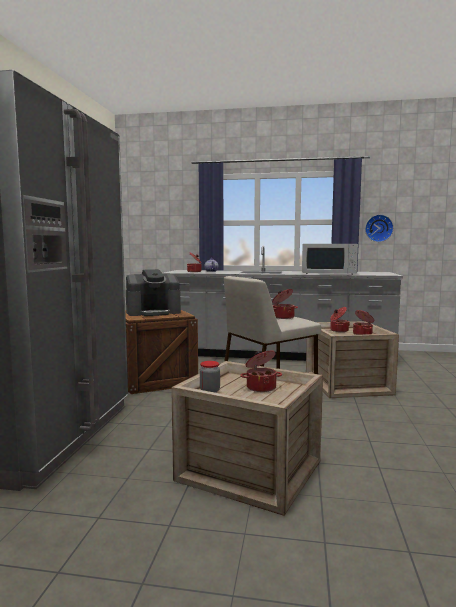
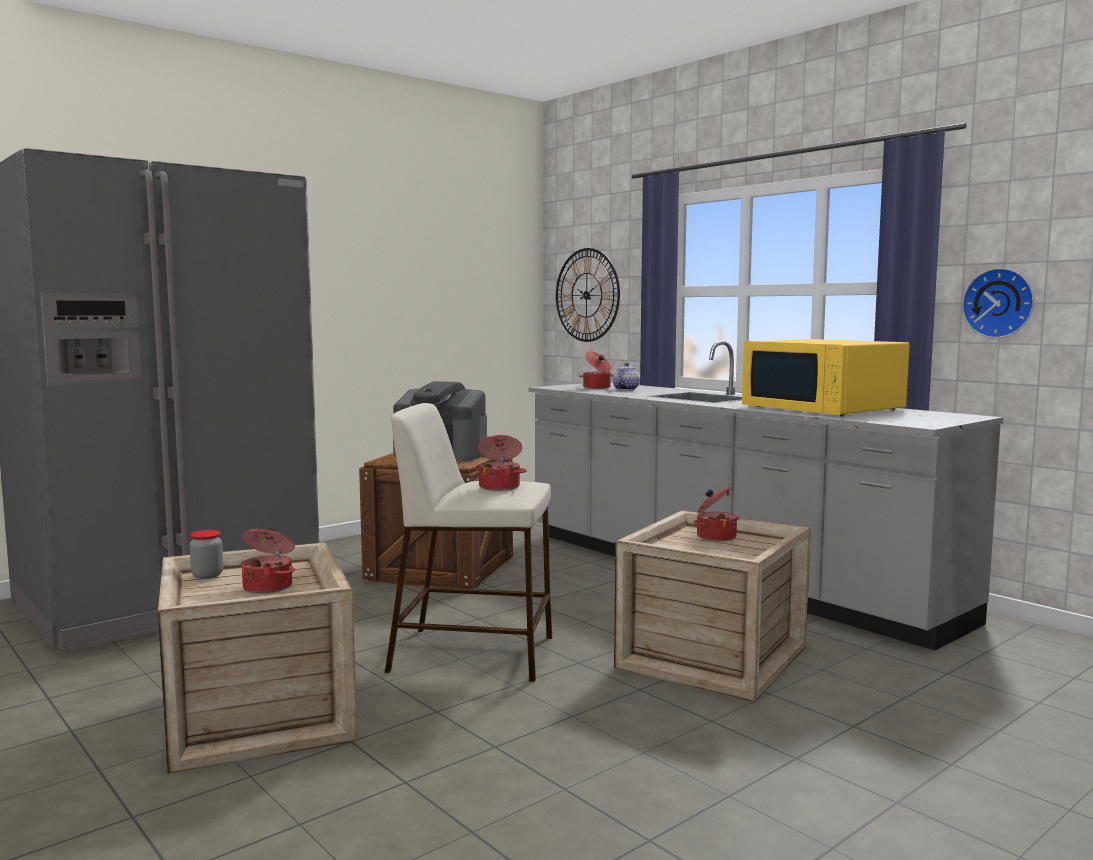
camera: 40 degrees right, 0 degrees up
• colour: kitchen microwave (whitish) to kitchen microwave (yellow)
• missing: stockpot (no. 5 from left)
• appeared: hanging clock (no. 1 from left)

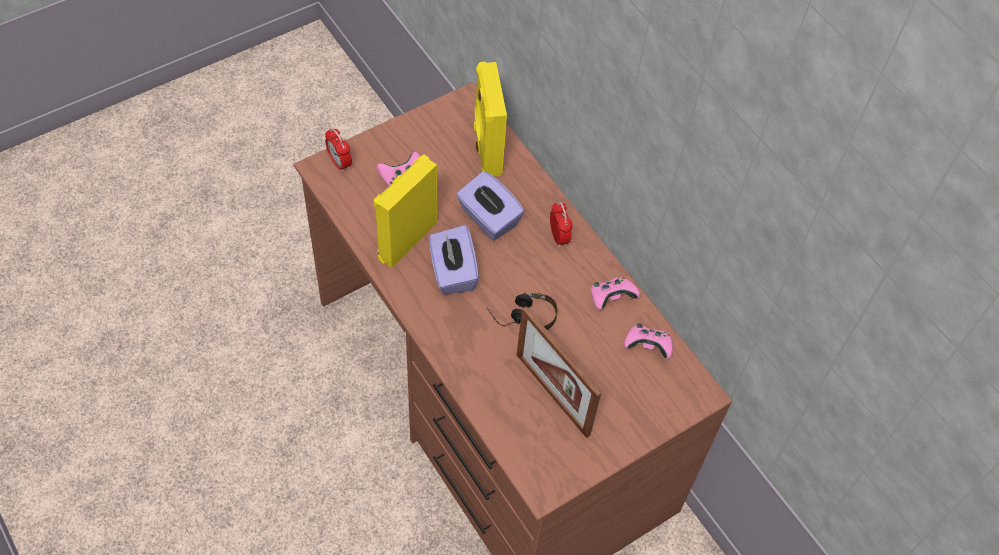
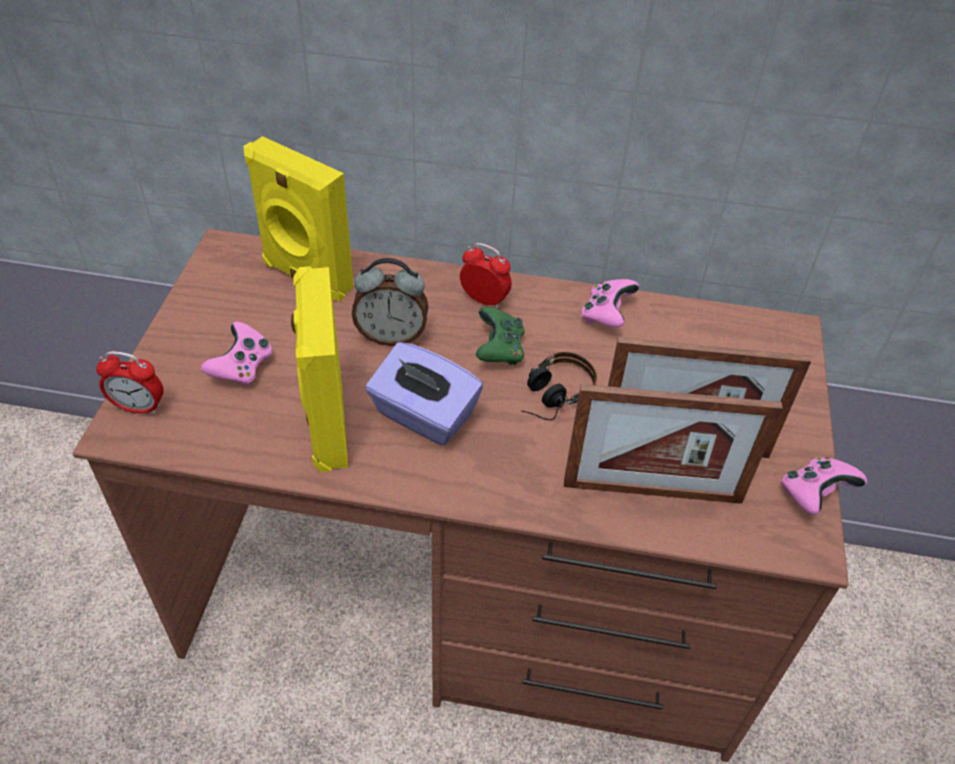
camera: 45 degrees left, 10 degrees down
• exchanged: tissue box (purplish) (no. 2 from left) to alarm clock (no. 2 from left)
• relocated: game controller (pink-coloured) (no. 3 from left)
• appeared: game controller (green)
• appeared: photo frame (no. 1 from left)

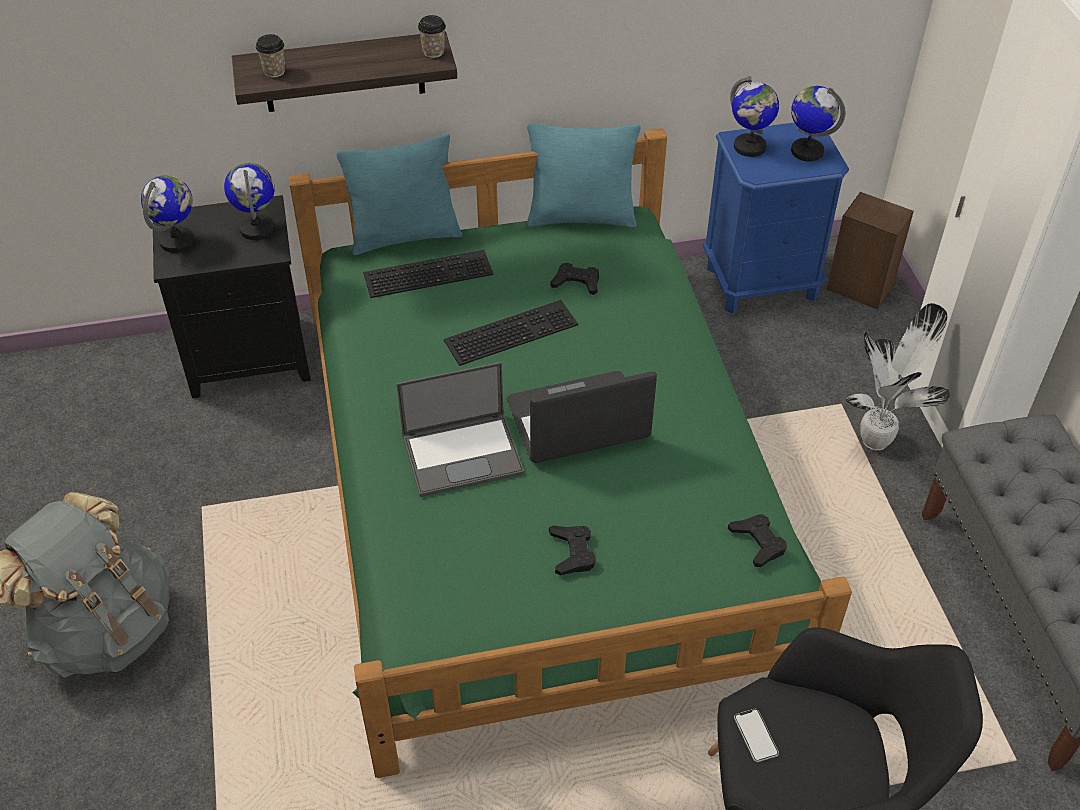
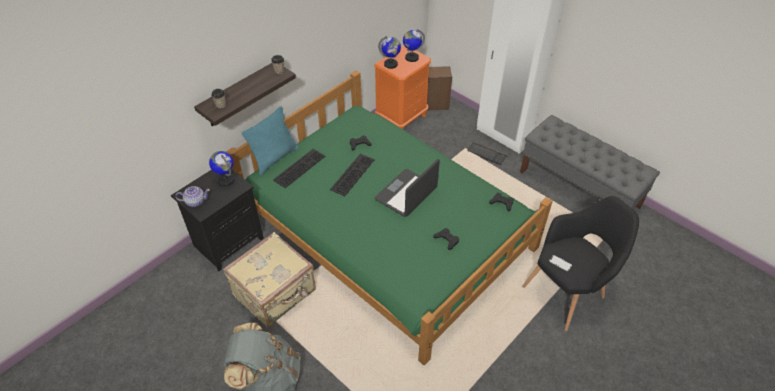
camera: 35 degrees left, 0 degrees up
• exchanged: globe (no. 1 from left) to teapot
• missing: notebook computer (no. 1 from left)
• missing: pillow (turquoise-coloured) (no. 2 from left)
• colour: nightstand (bluish) to nightstand (orange-coloured)
• exchanged: houseplant to computer keyboard (no. 3 from left)
• appeared: travel case (beige)

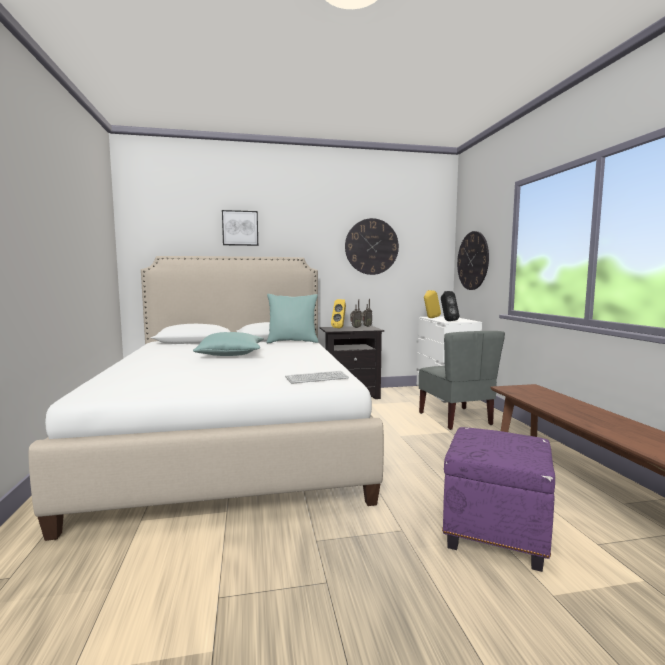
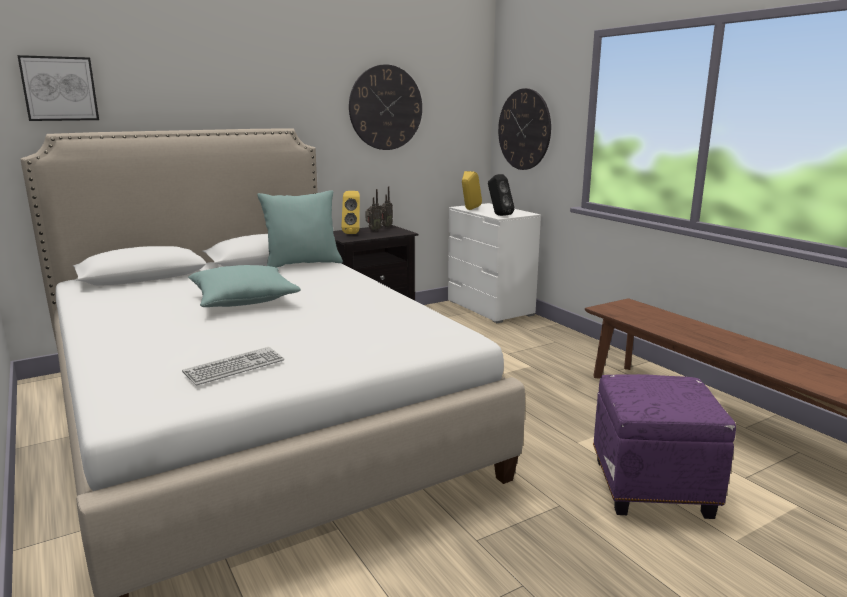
camera: 20 degrees left, 10 degrees up
• relocated: picture
• relocated: computer keyboard
• missing: upright chair (gray)

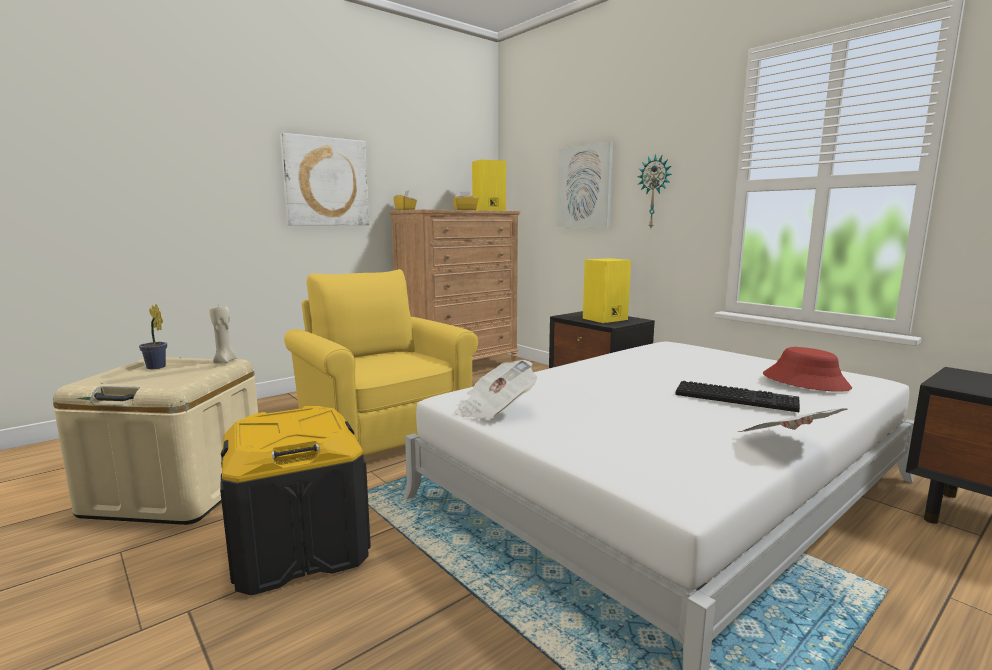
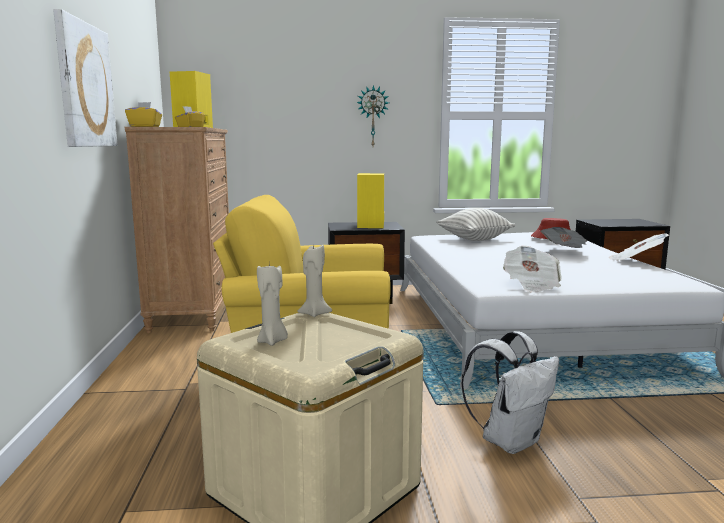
camera: 55 degrees left, 0 degrees up
• exchanged: houseplant to wax light (beige) (no. 1 from left)
• exchanged: storage box (blackish) to knapsack (whitish)
• missing: picture (no. 2 from left)
• exchanged: computer keyboard to newspaper (no. 2 from left)
• appeared: pillow

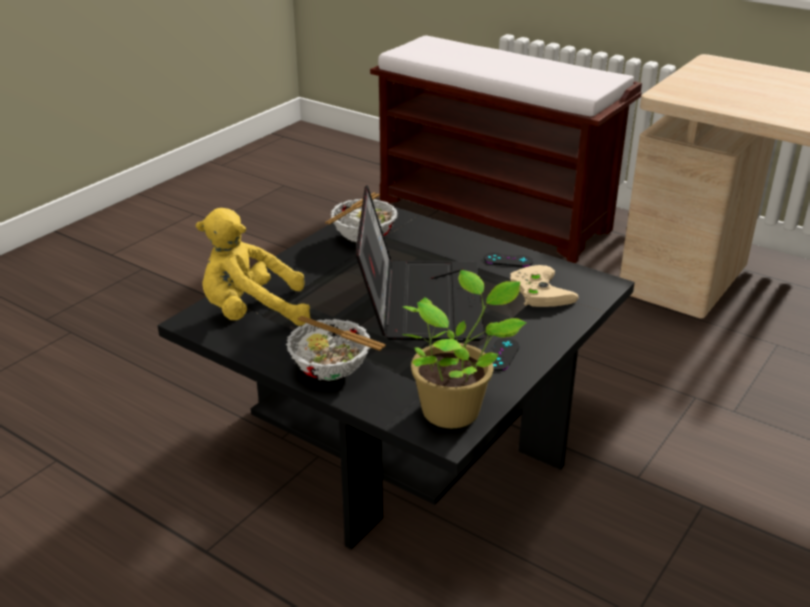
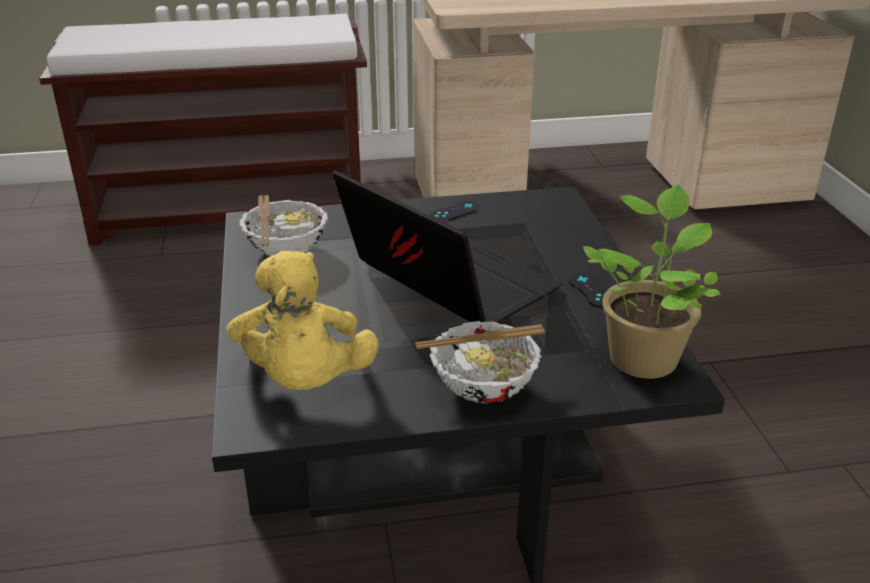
camera: 45 degrees left, 0 degrees up
• spun: cuddly toy (yellow) 45 degrees counterclockwise
• missing: game controller (beige)

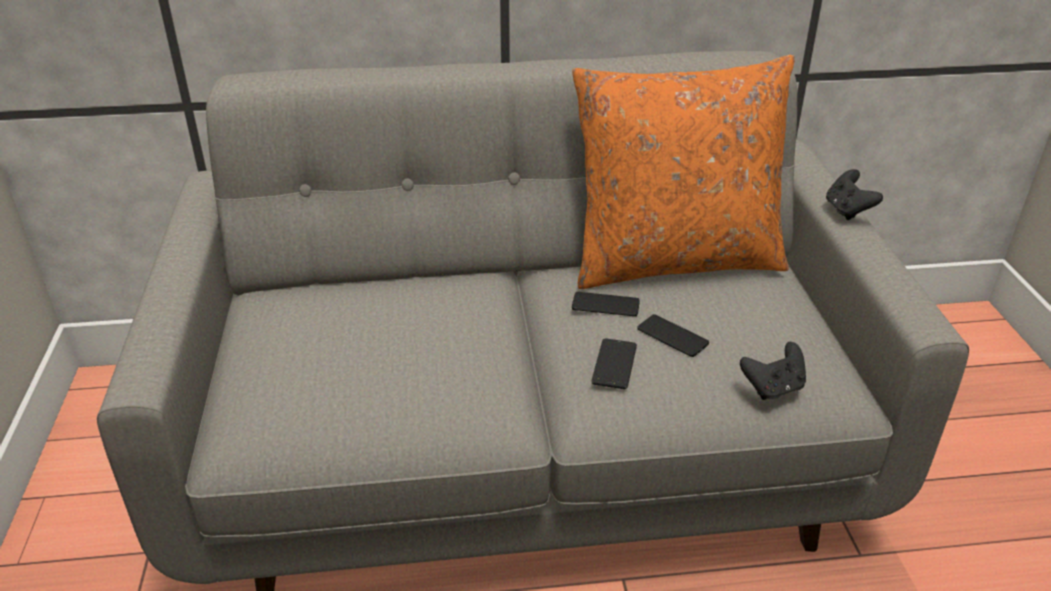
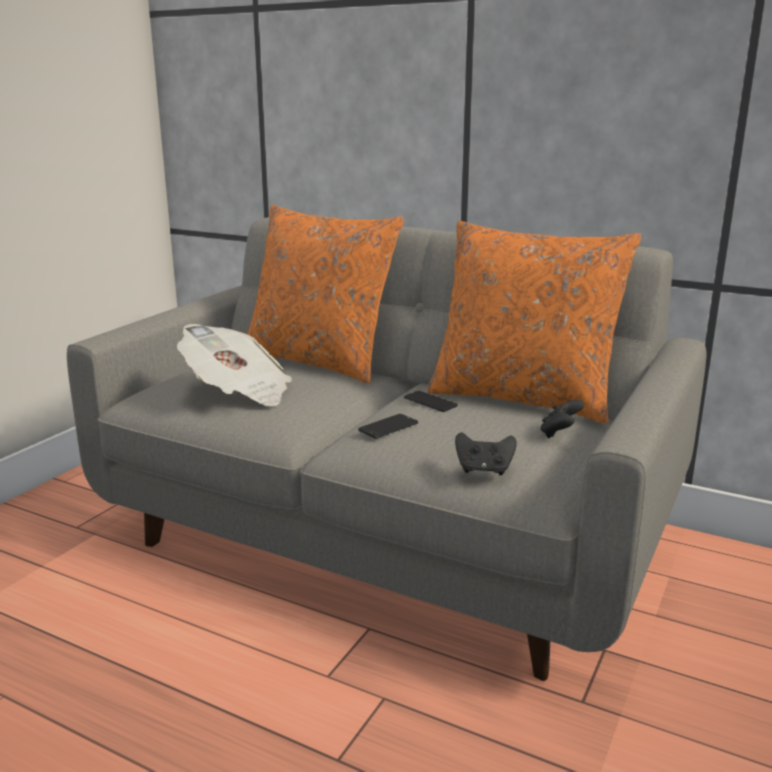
camera: 35 degrees right, 15 degrees down
• missing: handset (no. 3 from left)
• relocated: game controller (blackish) (no. 2 from left)
• appeared: newspaper
• appeared: pillow (orange-coloured) (no. 1 from left)

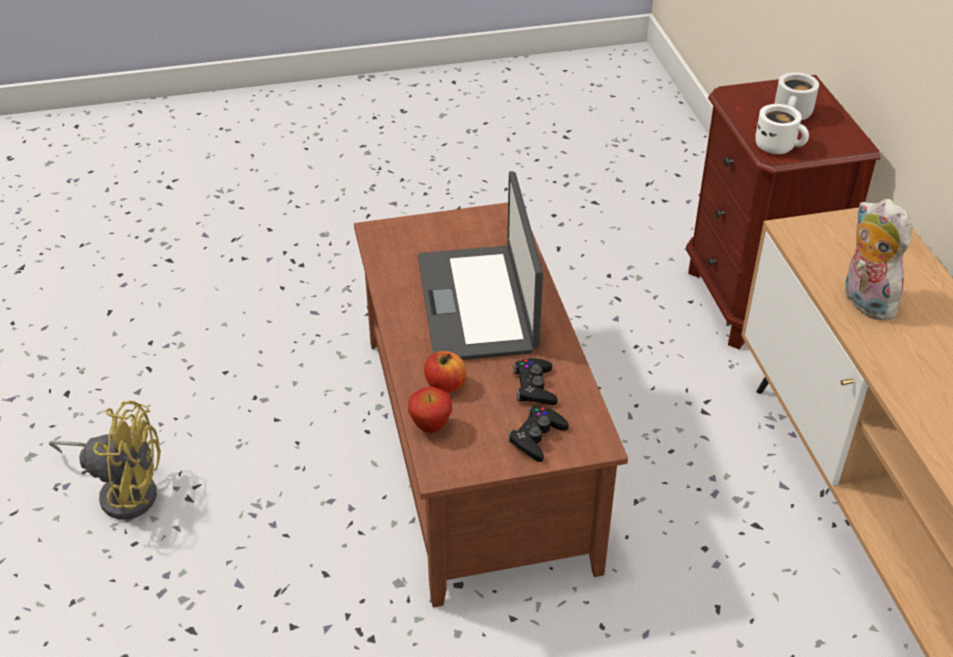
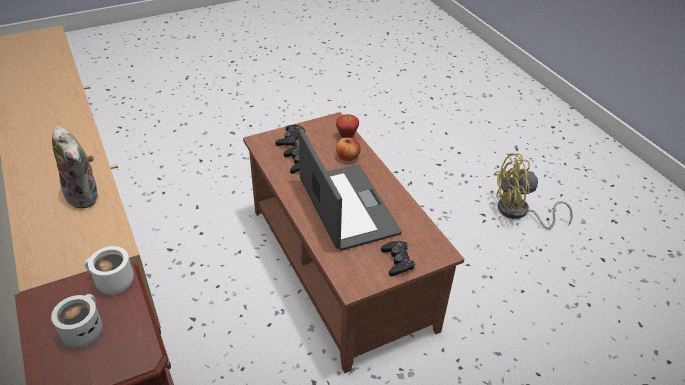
camera: 165 degrees right, 0 degrees up
• appeared: game controller (blackish) (no. 3 from left)

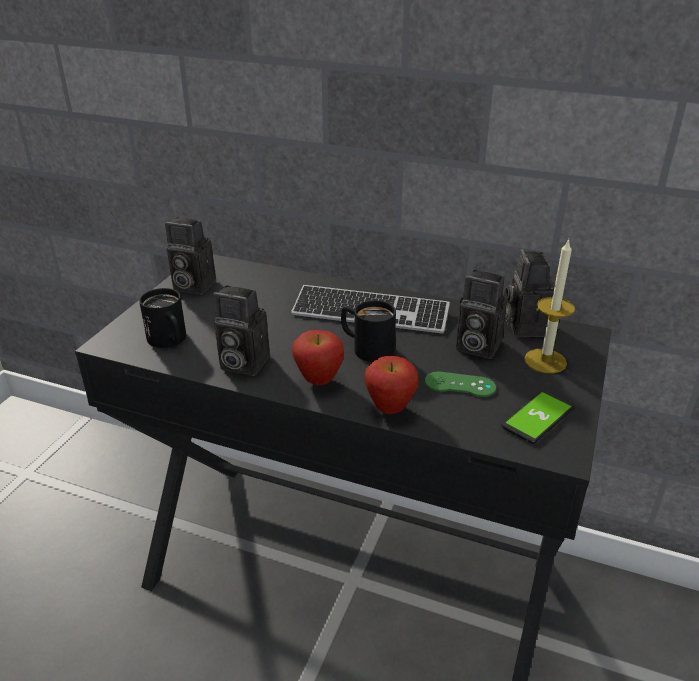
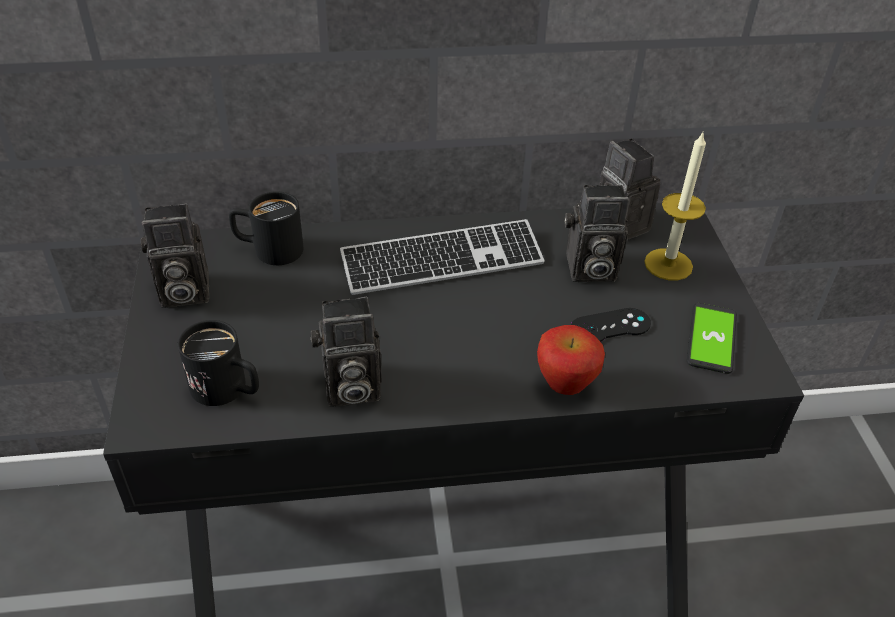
camera: 30 degrees left, 10 degrees up
• missing: apple fruit (no. 1 from left)
• relocated: mug (blackish) (no. 2 from left)
• colour: game controller (green) to game controller (blackish)

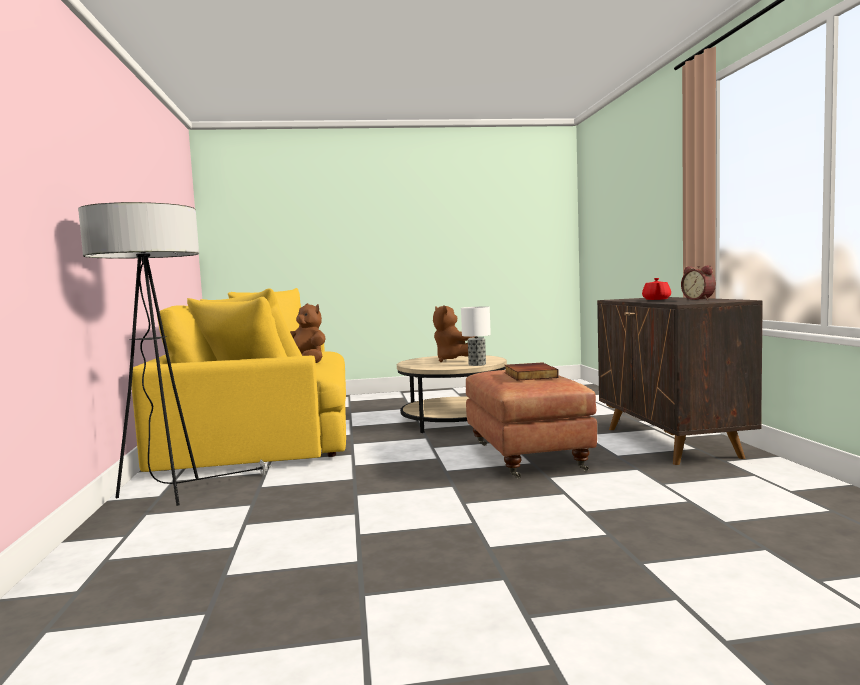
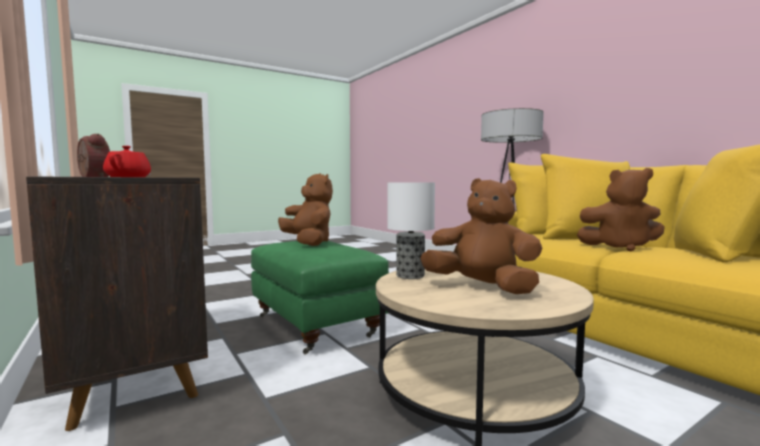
camera: 155 degrees right, 0 degrees up
• colour: pouffe (brown) to pouffe (green)
• exchanged: bound book to cuddly toy (brown) (no. 1 from left)

